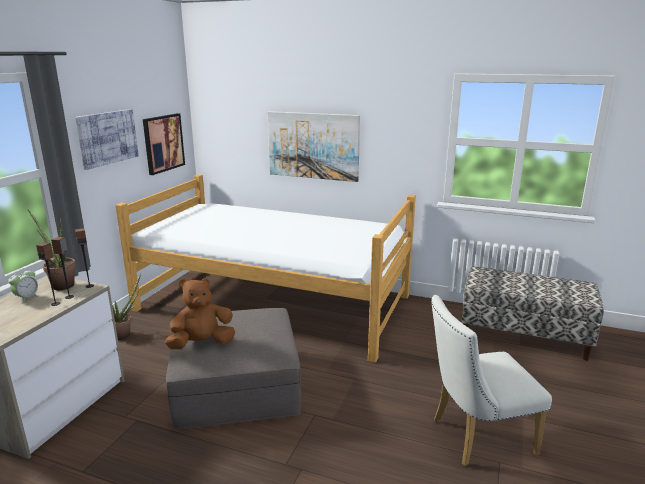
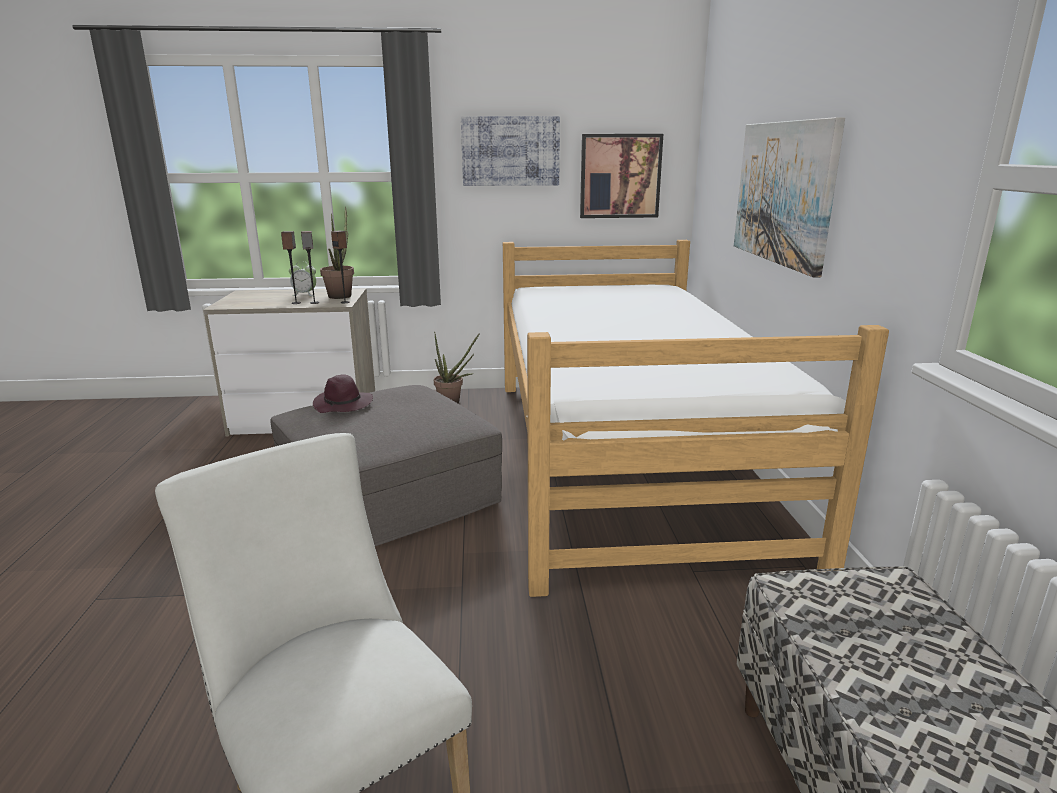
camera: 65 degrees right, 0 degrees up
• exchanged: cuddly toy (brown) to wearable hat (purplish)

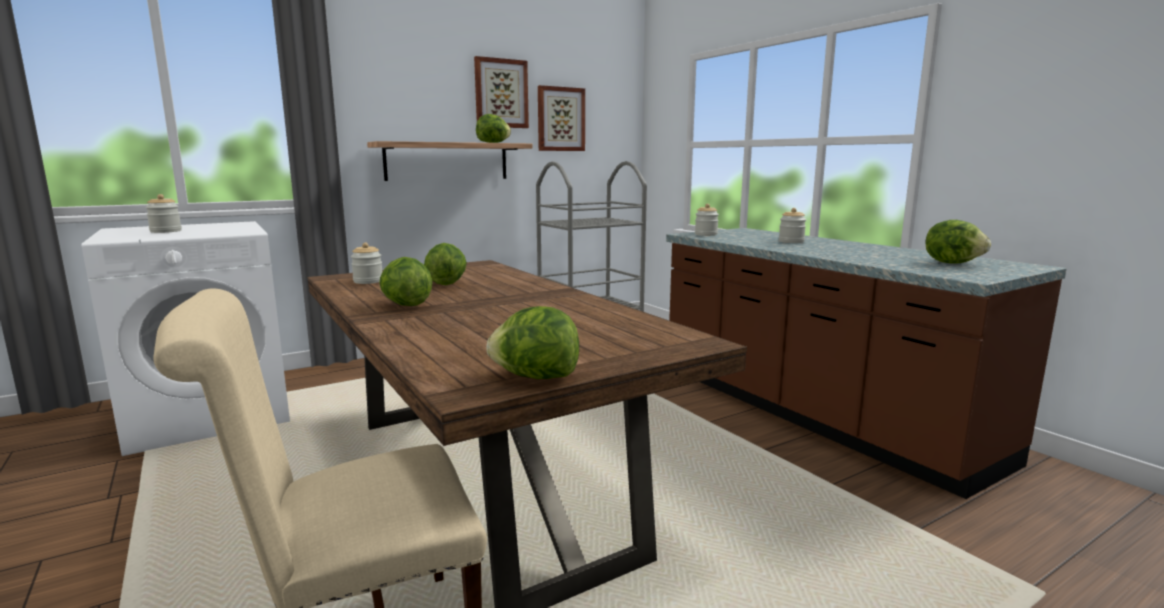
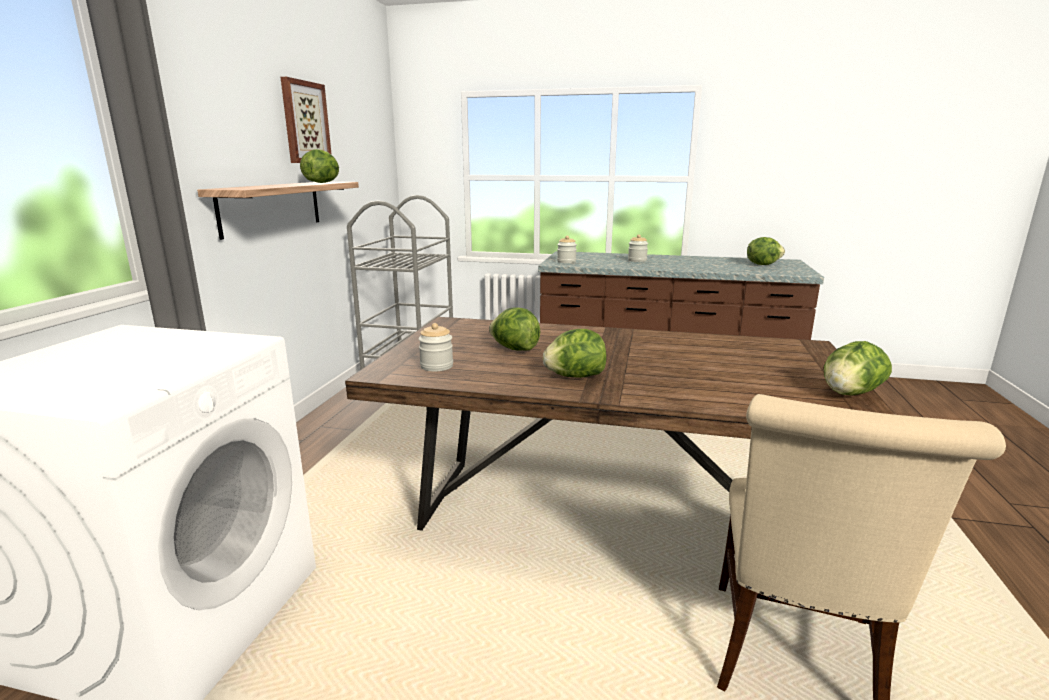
camera: 45 degrees left, 5 degrees up
• missing: preserve jar (no. 1 from left)
• missing: picture (no. 2 from left)

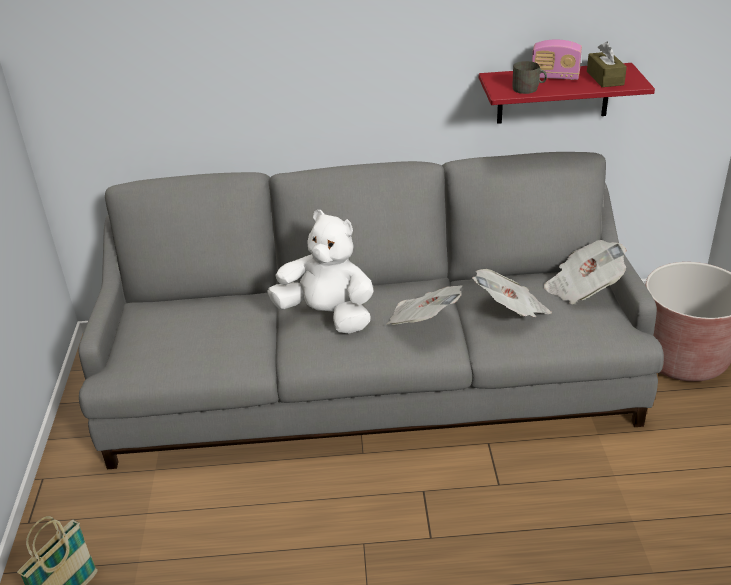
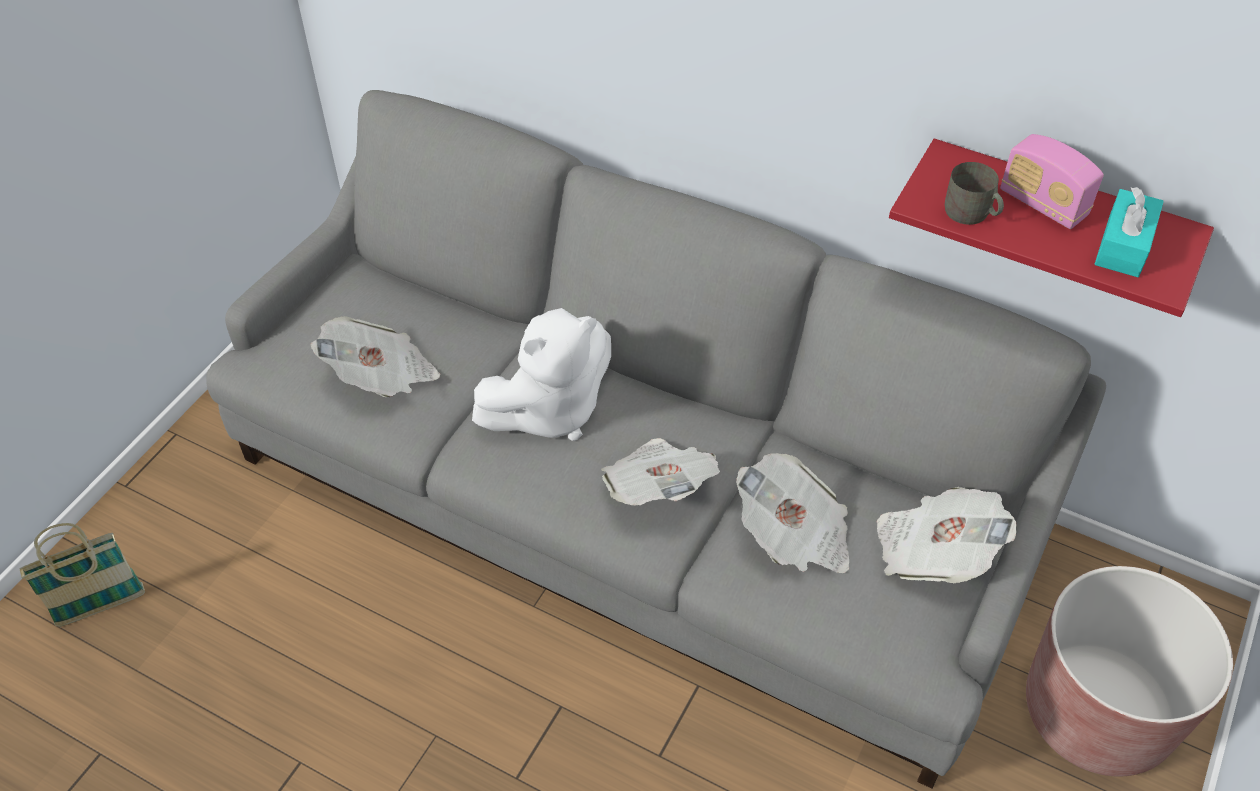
camera: 30 degrees right, 15 degrees up
• spun: cuddly toy (whitish) 90 degrees clockwise
• colour: tissue box (brown) to tissue box (turquoise-coloured)
• appeared: newspaper (no. 1 from left)

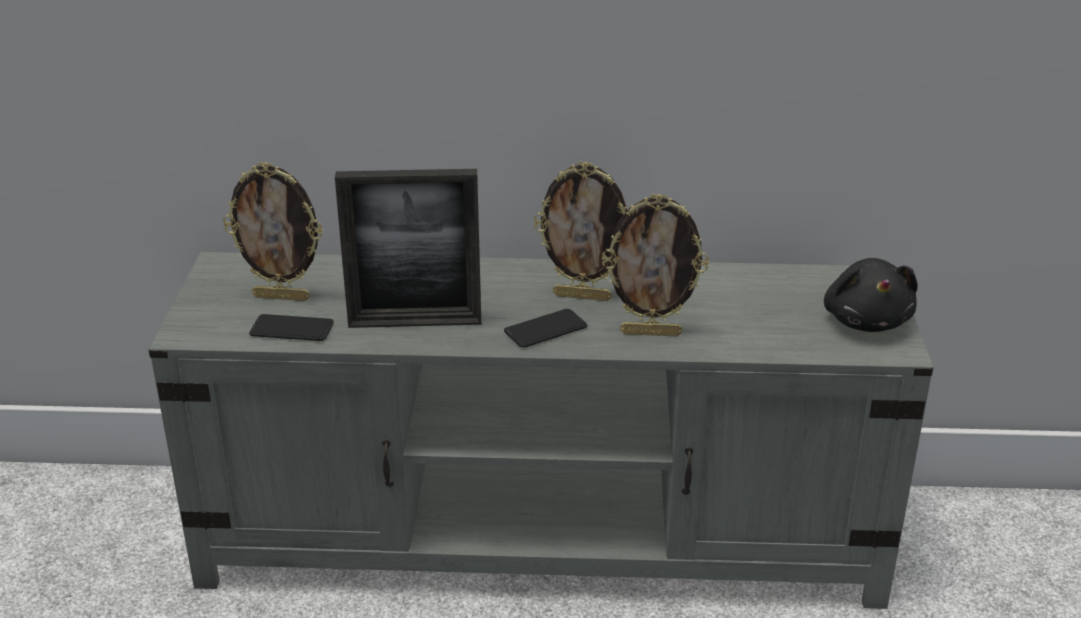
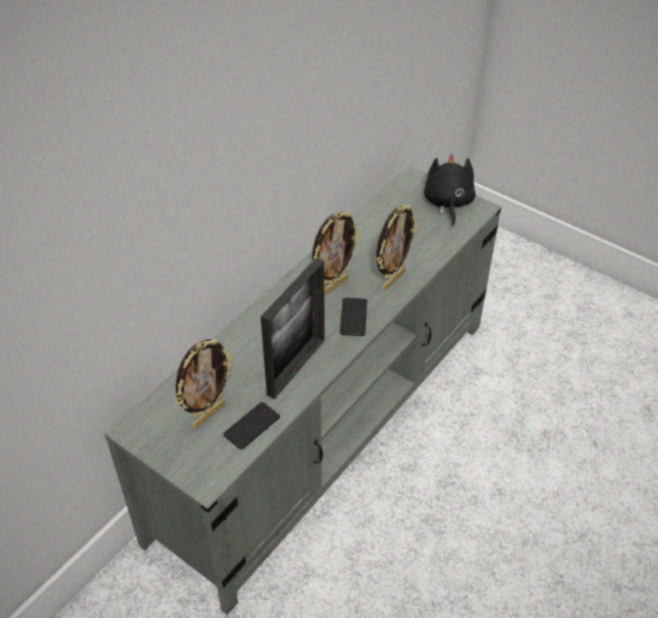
camera: 55 degrees left, 15 degrees up
• spun: cuddly toy (blackish) 120 degrees counterclockwise

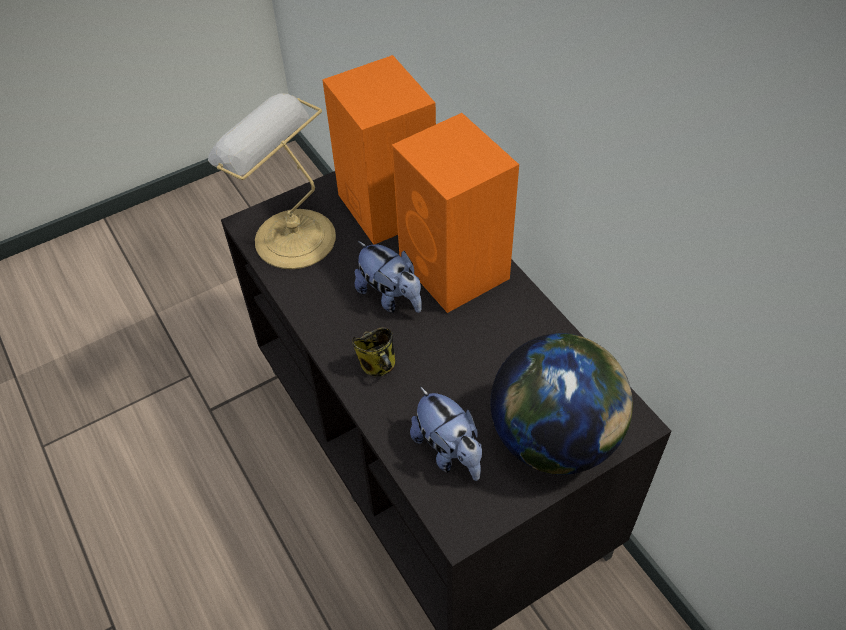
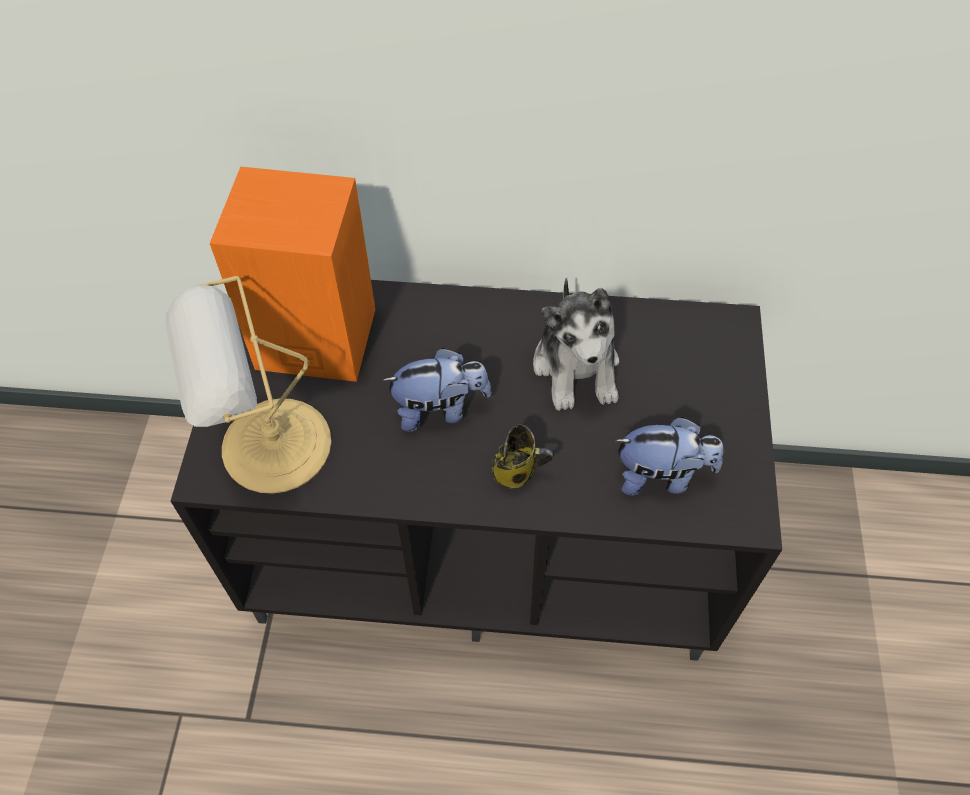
camera: 55 degrees left, 5 degrees up
• missing: speaker (orange-coloured) (no. 2 from left)
• missing: globe
• appeared: cuddly toy (no. 2 from left)

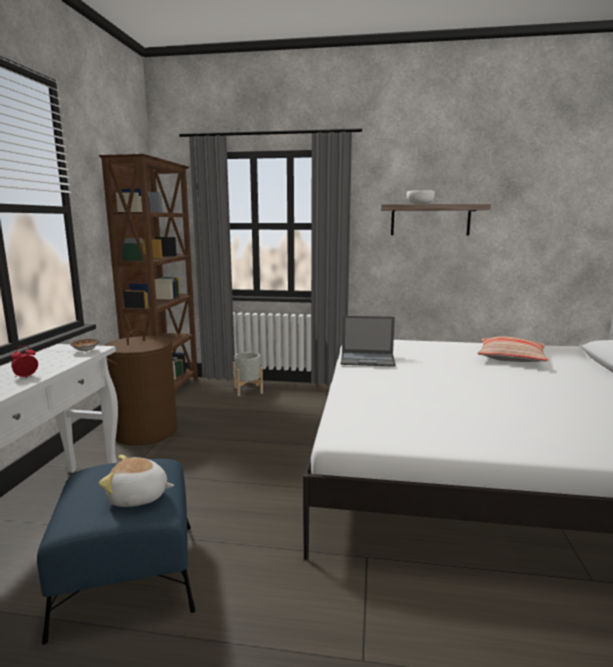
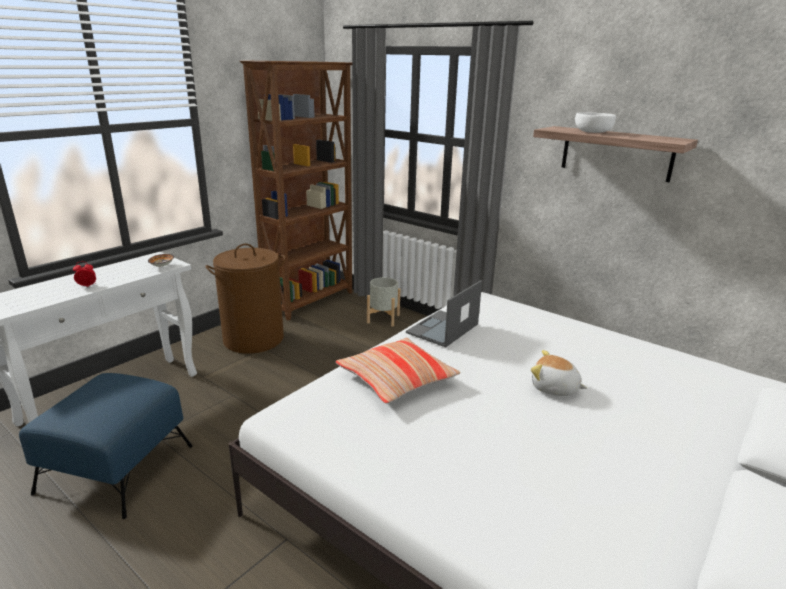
camera: 30 degrees right, 10 degrees up
• relocated: cuddly toy
• spun: notebook computer 90 degrees clockwise
• relocated: pillow

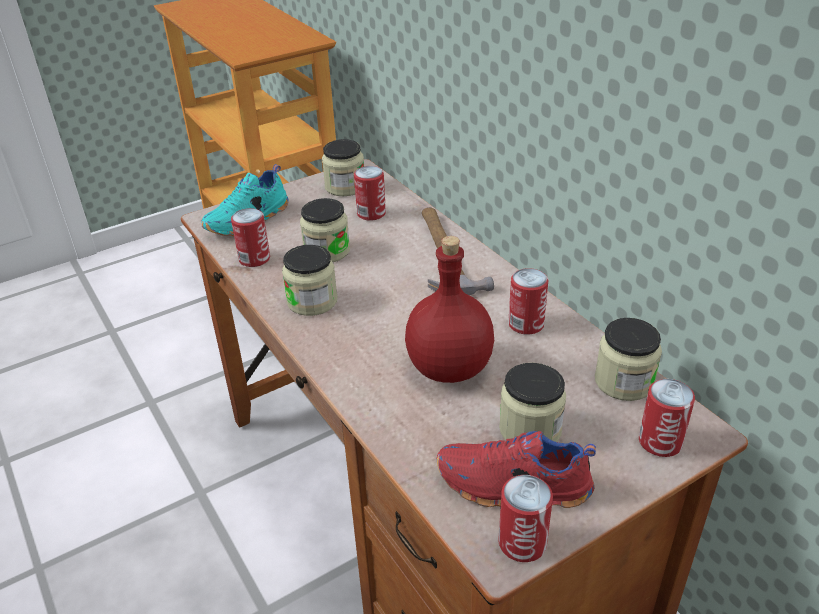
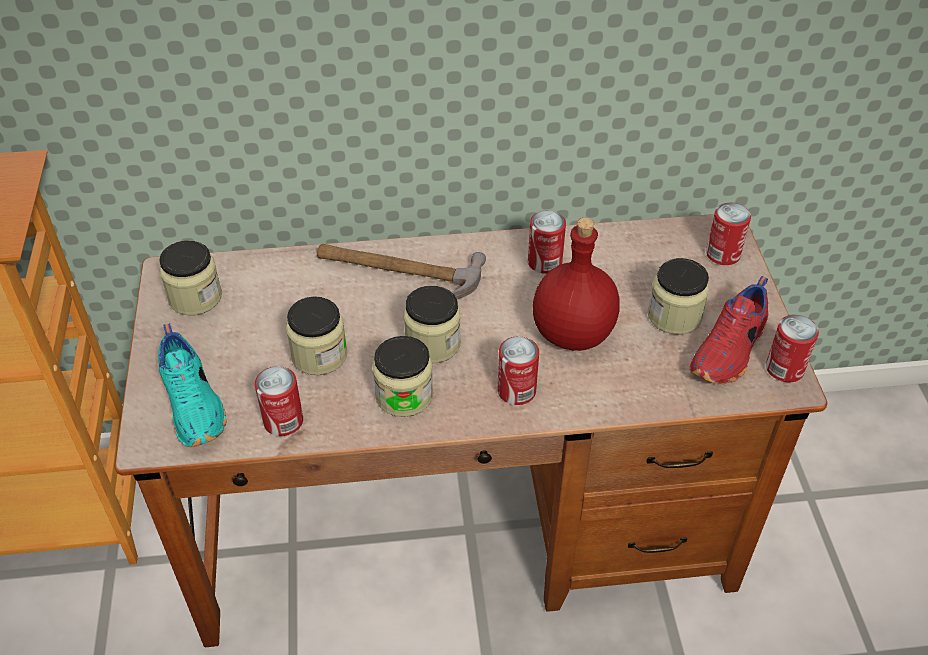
camera: 65 degrees left, 10 degrees up
• relocated: can (no. 2 from left)
• relocated: preserve jar (no. 5 from left in the first image) to preserve jar (no. 4 from left)

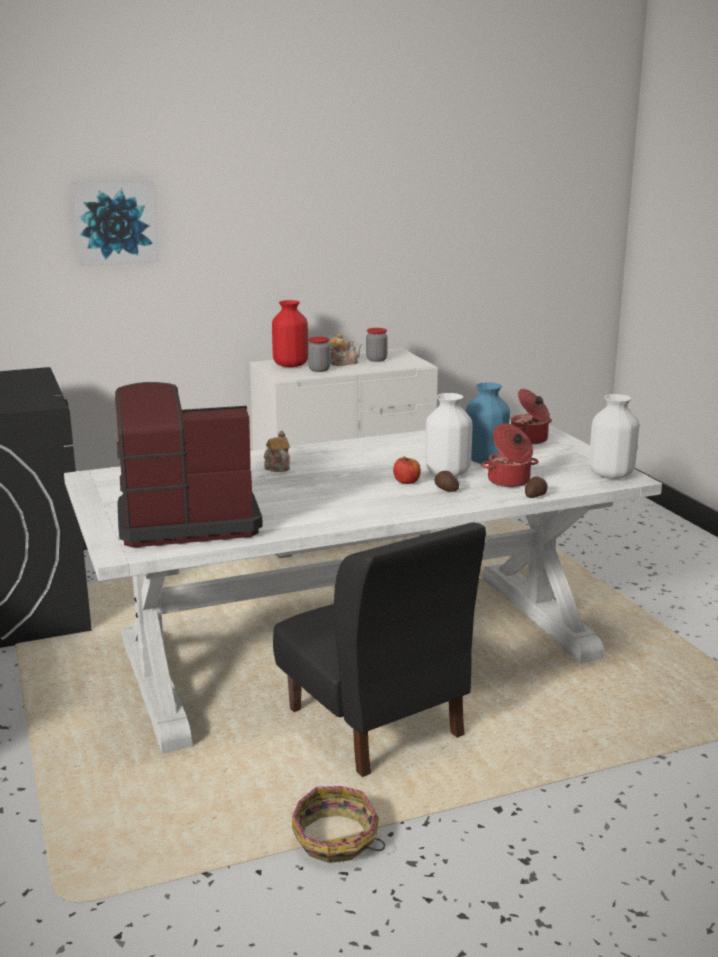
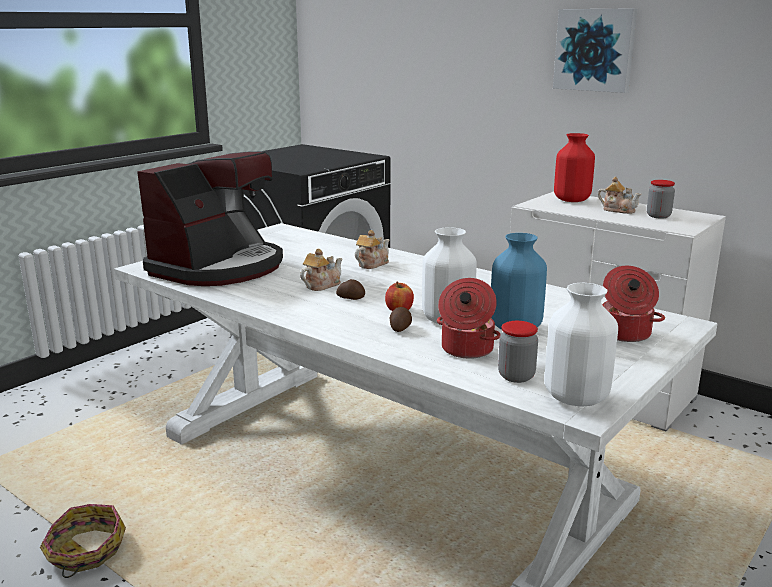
camera: 60 degrees right, 0 degrees up
• relocated: picture
• spun: coffee maker 75 degrees clockwise
• missing: upright chair (blackish)
• relocated: preserve jar (no. 1 from left)
• relocated: potato (no. 2 from left in the first image) to potato (no. 1 from left)
• appeared: teapot (no. 1 from left)

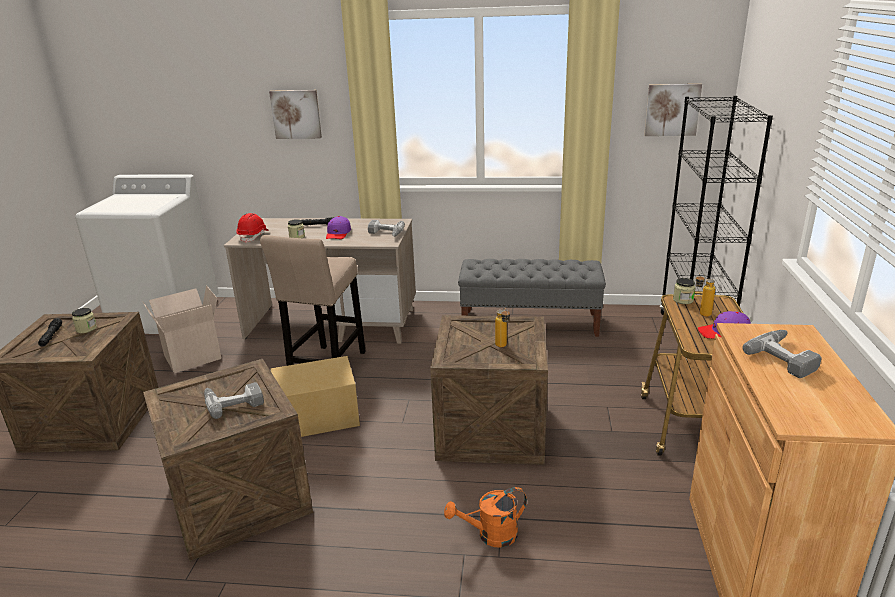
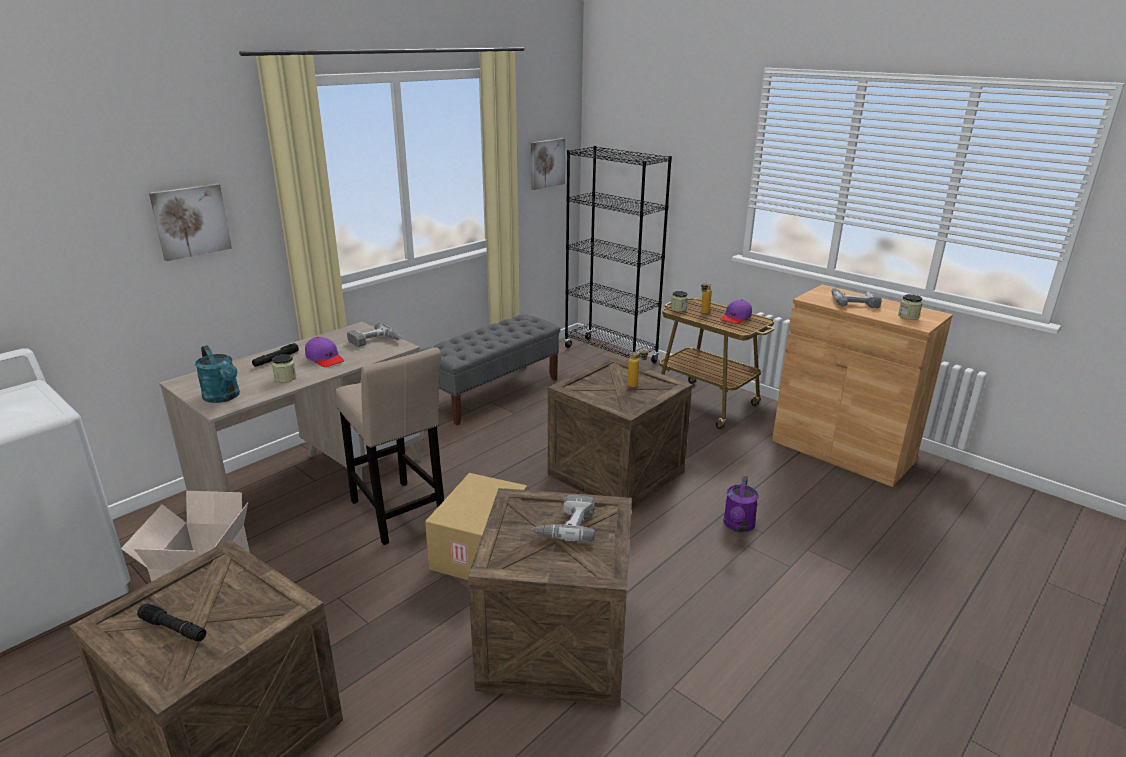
camera: 55 degrees left, 0 degrees up
• relocated: preserve jar (no. 1 from left in the first image) to preserve jar (no. 3 from left)
• exchanged: safety helmet (red-coloured) to sprinkling can (turquoise-coloured)
• colour: sprinkling can (orange-coloured) to sprinkling can (purplish)

